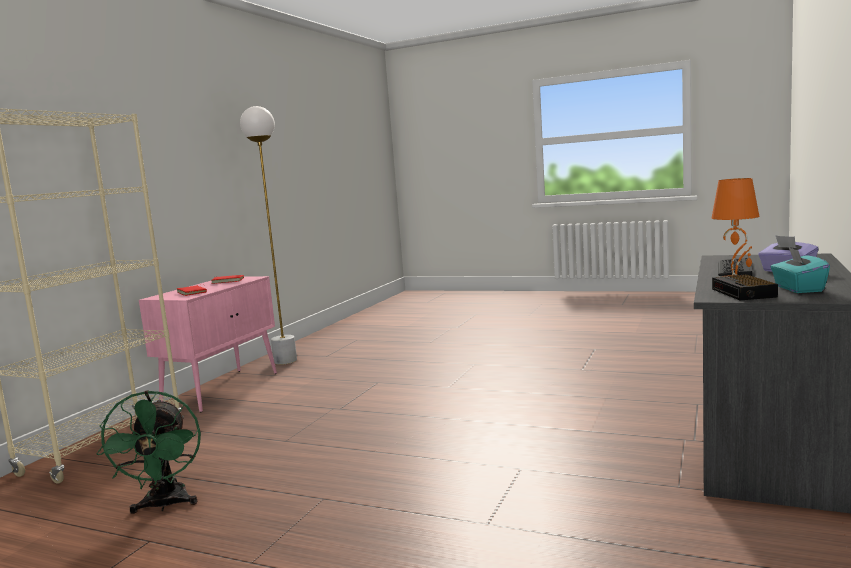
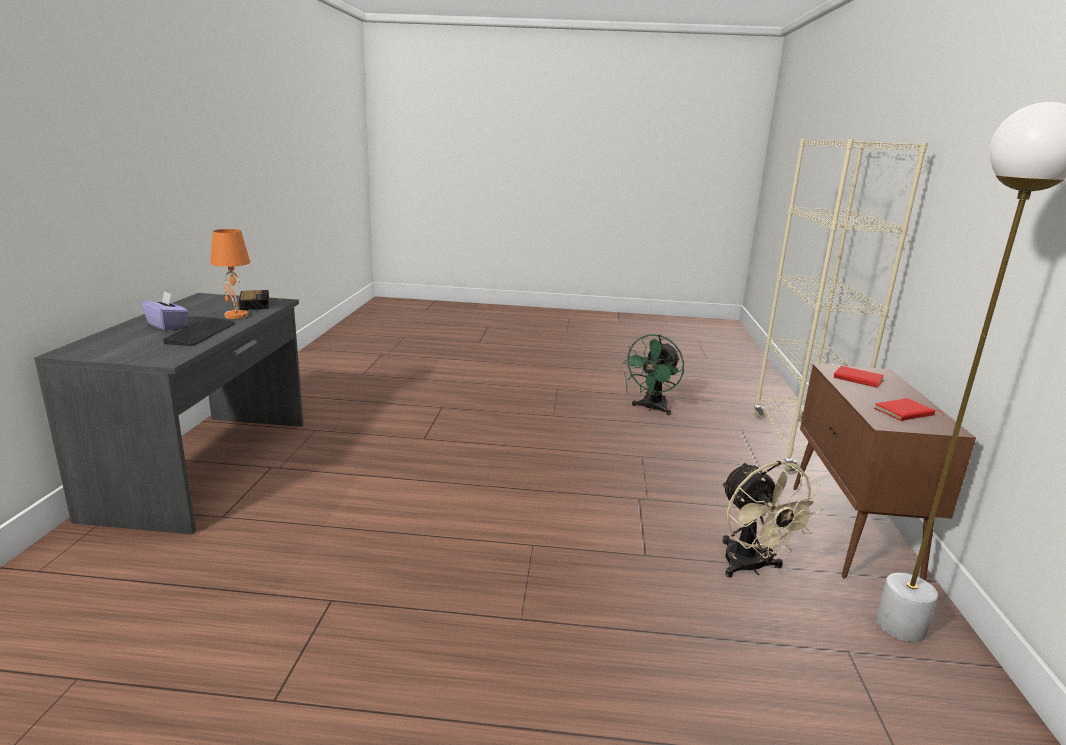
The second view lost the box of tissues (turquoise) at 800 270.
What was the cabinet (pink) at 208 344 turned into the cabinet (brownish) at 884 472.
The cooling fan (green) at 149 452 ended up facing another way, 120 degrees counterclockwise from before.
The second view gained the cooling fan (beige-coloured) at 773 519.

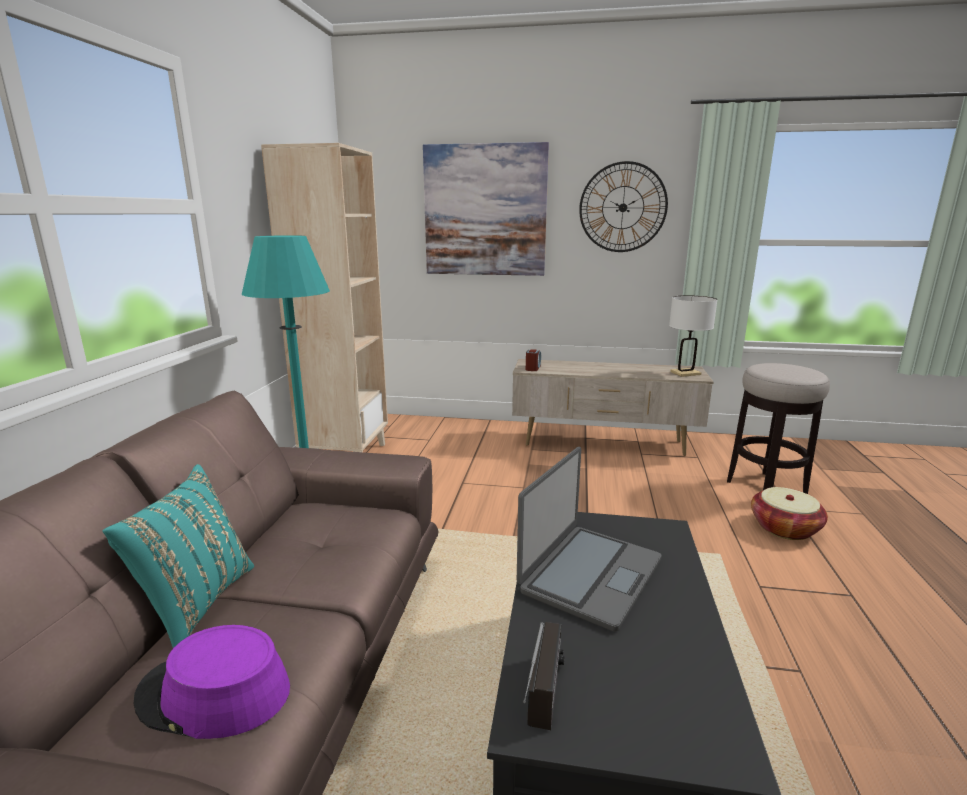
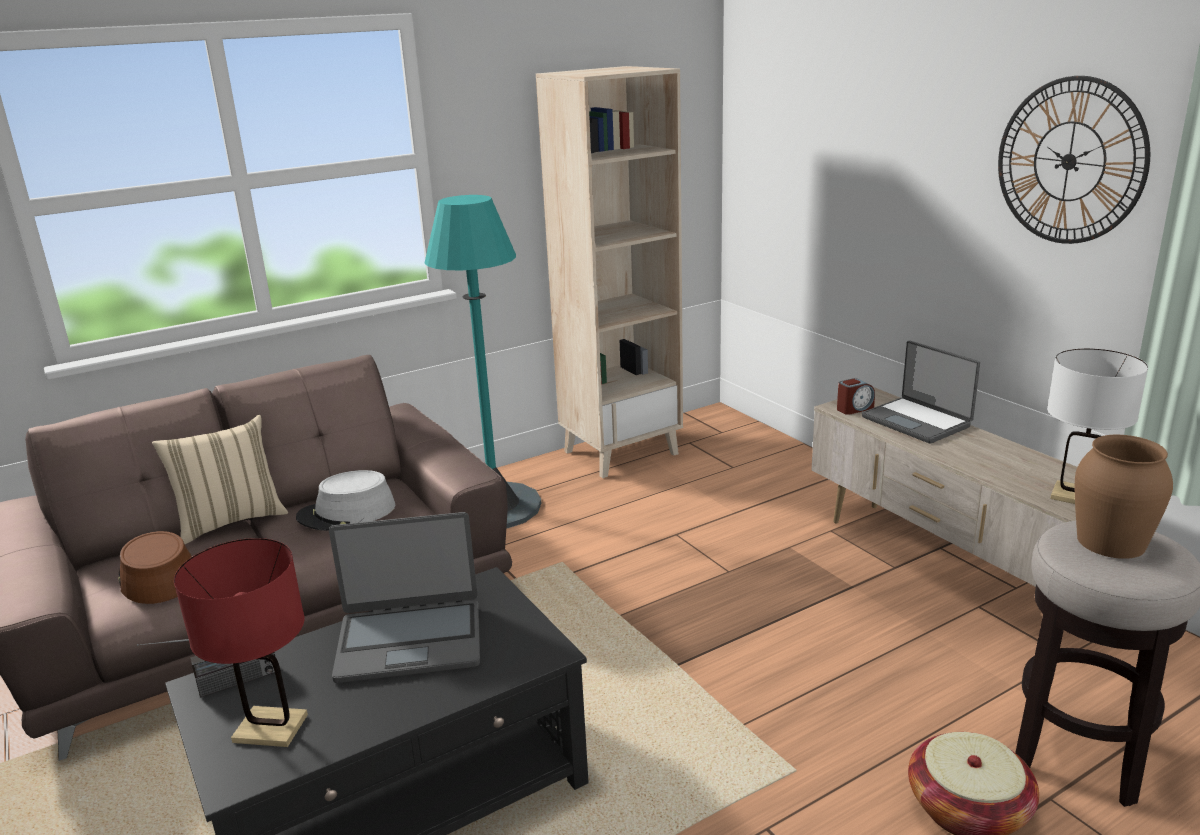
The second view lost the wall art at 486 209.
What was the throw pillow (turquoise) at 178 556 turned into the throw pillow (beige-coloured) at 220 479.
What was the hat (purple) at 212 682 turned into the hat (brownish) at 155 567.
The second view gained the notebook computer at 921 392.
The second view gained the flower vase (brownish) at 1124 497.
The second view gained the hat (greyish) at 345 500.
The second view gained the tabletop lamp (reddish) at 241 642.

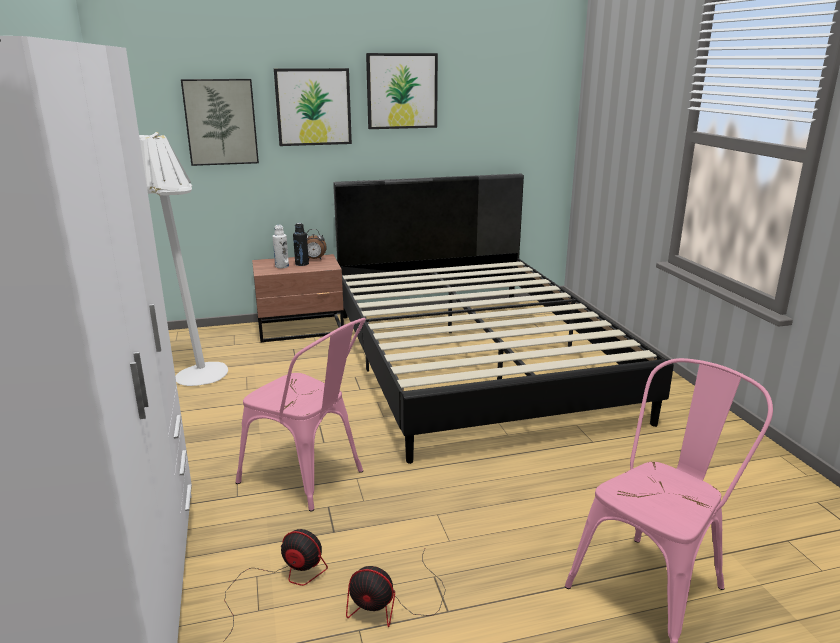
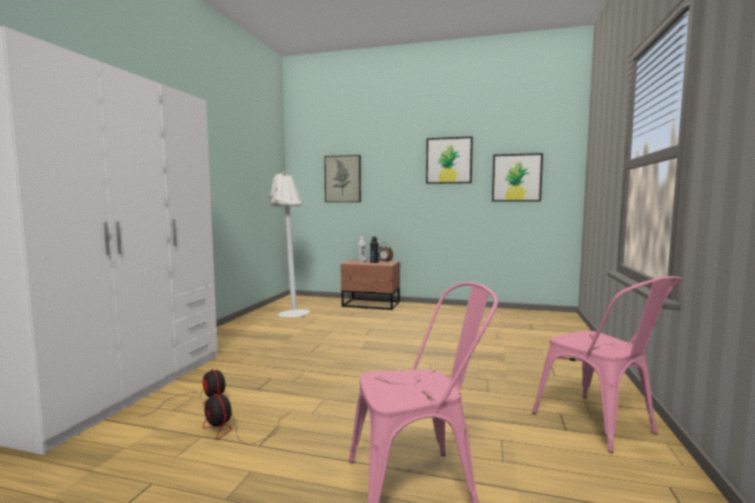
The wall art ended up elsewhere, having gone from 313 107 to 517 177.
The second view lost the sleeping bed (blackish) at 503 319.
The plain chair (pink) ended up elsewhere, having gone from 301 415 to 606 364.

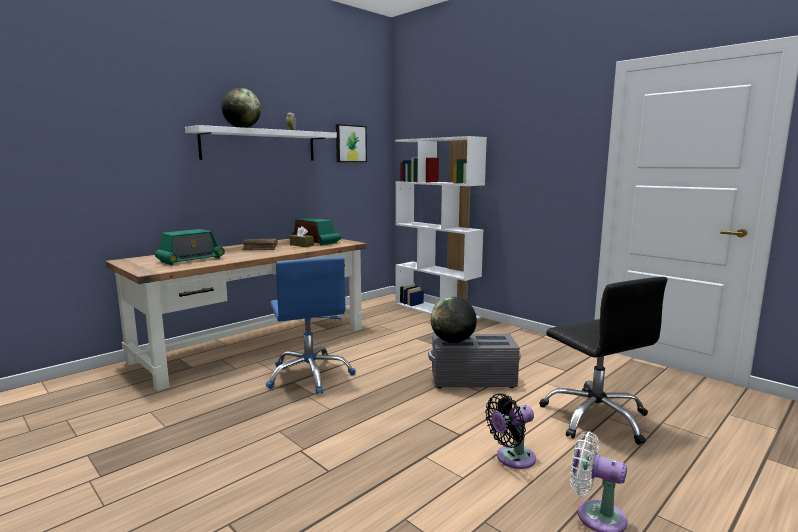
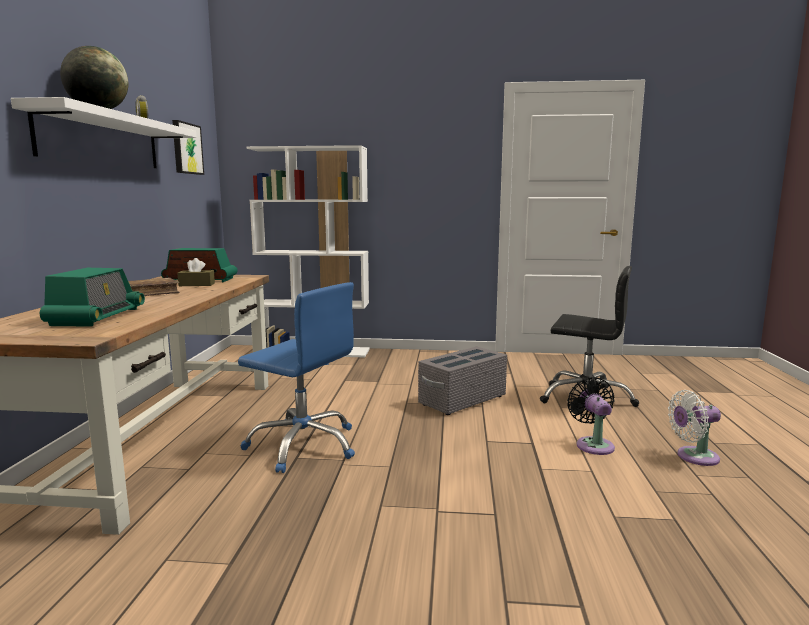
The second view lost the desk globe at 453 320.
The cooling fan (blackish) at 510 431 ended up facing another way, 150 degrees clockwise from before.

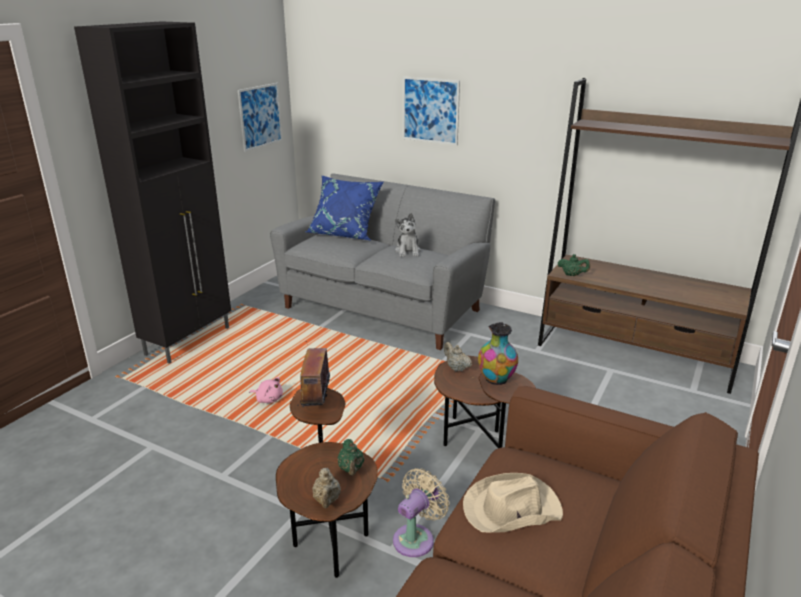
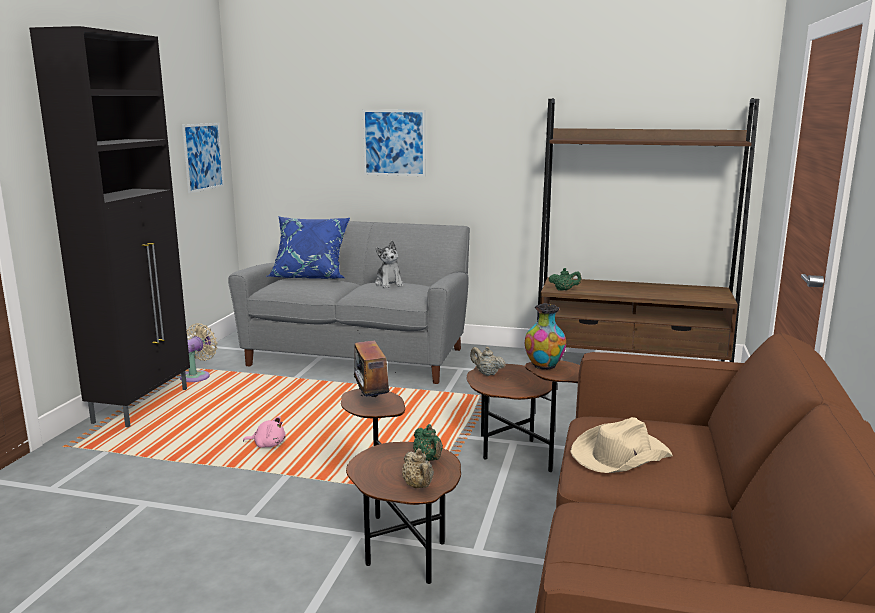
The cooling fan (beige-coloured) ended up elsewhere, having gone from 421 512 to 199 352.

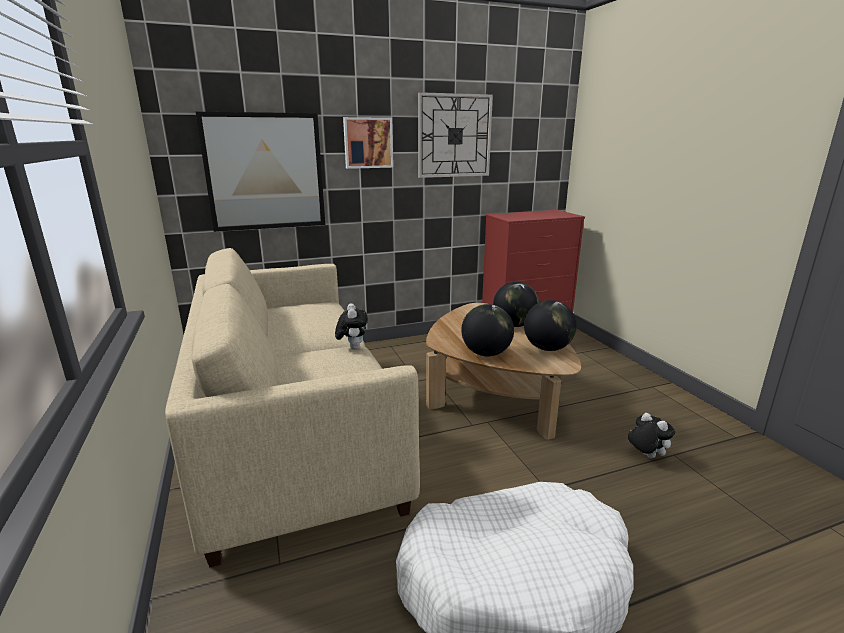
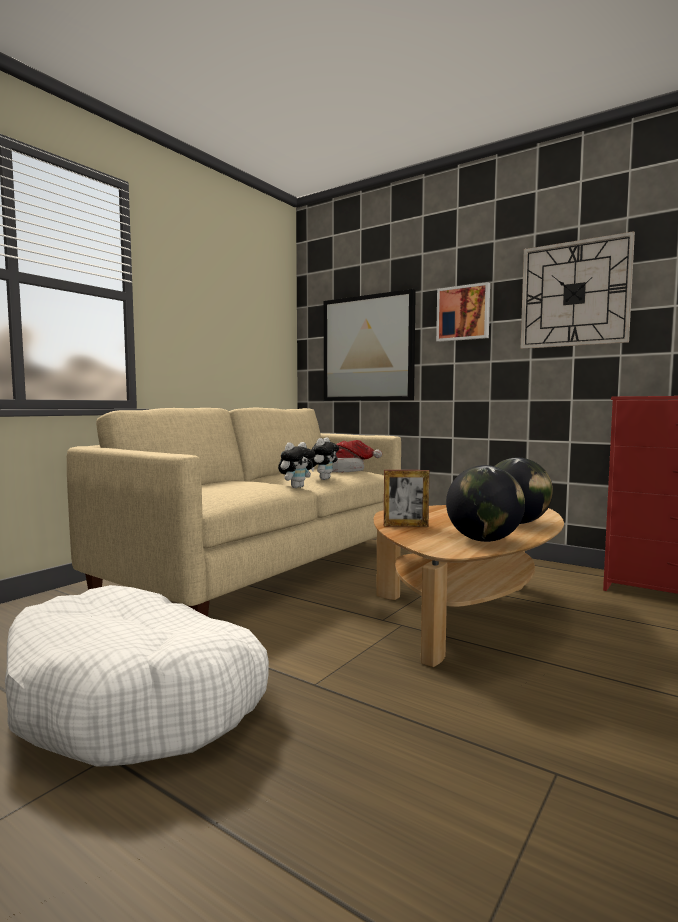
Where the desk globe stood at 487 330, the picture frame came to stand at 406 498.
The plush toy ended up elsewhere, having gone from 651 435 to 325 458.
The second view gained the hat at 357 456.

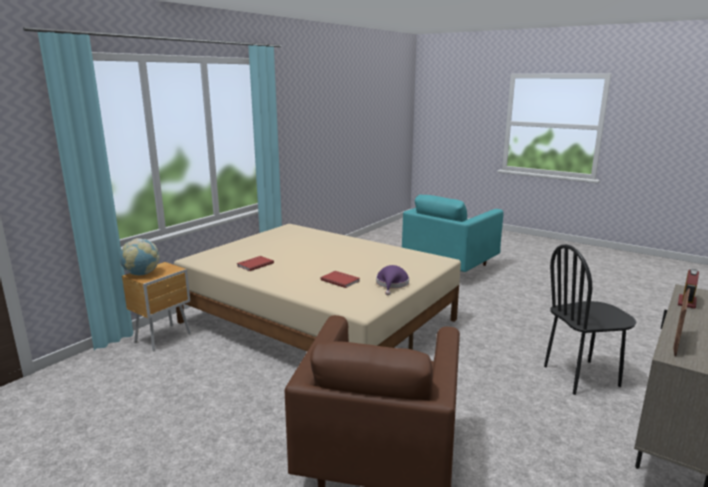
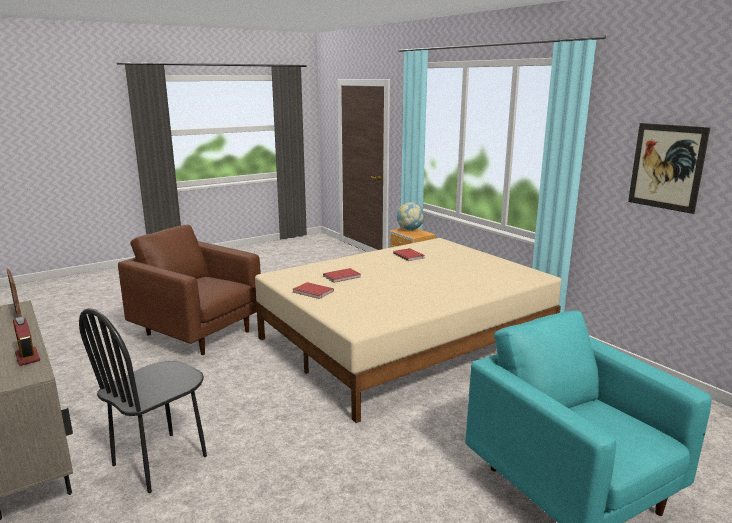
The plain chair (blackish) at 590 319 ended up facing another way, 150 degrees counterclockwise from before.
Where the hat (purple) stood at 392 280, the volume (reddish) came to stand at 313 290.
The second view gained the wall art at 669 168.

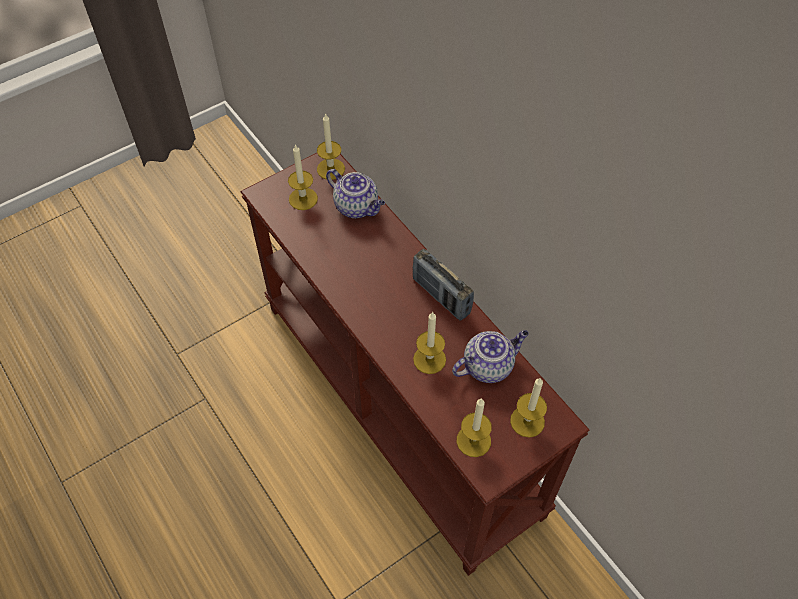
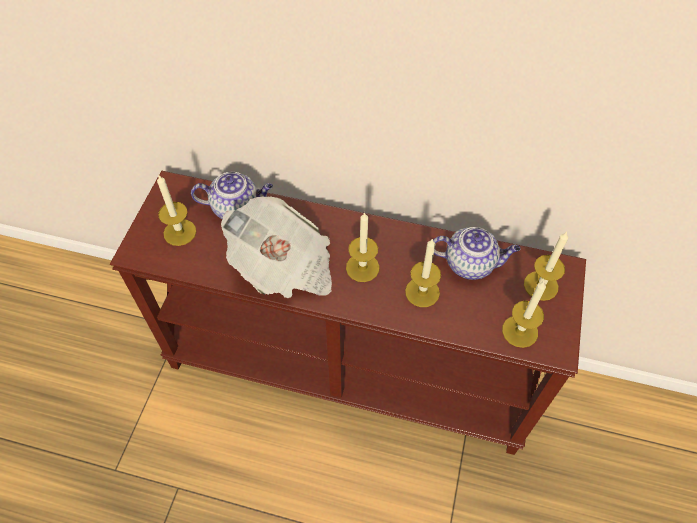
The candle ended up elsewhere, having gone from 331 146 to 362 247.
The second view lost the radio at 443 285.
The pot for tea at 490 356 ended up facing another way, 75 degrees clockwise from before.
The second view gained the printed paper at 276 247.

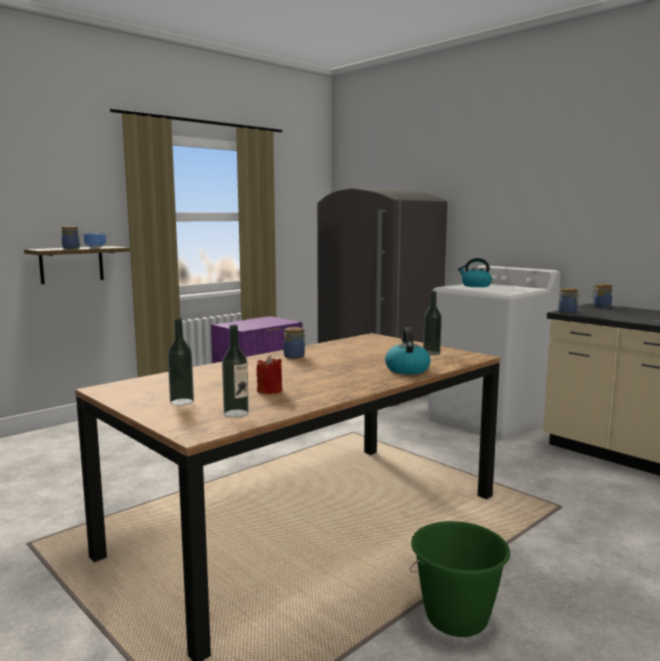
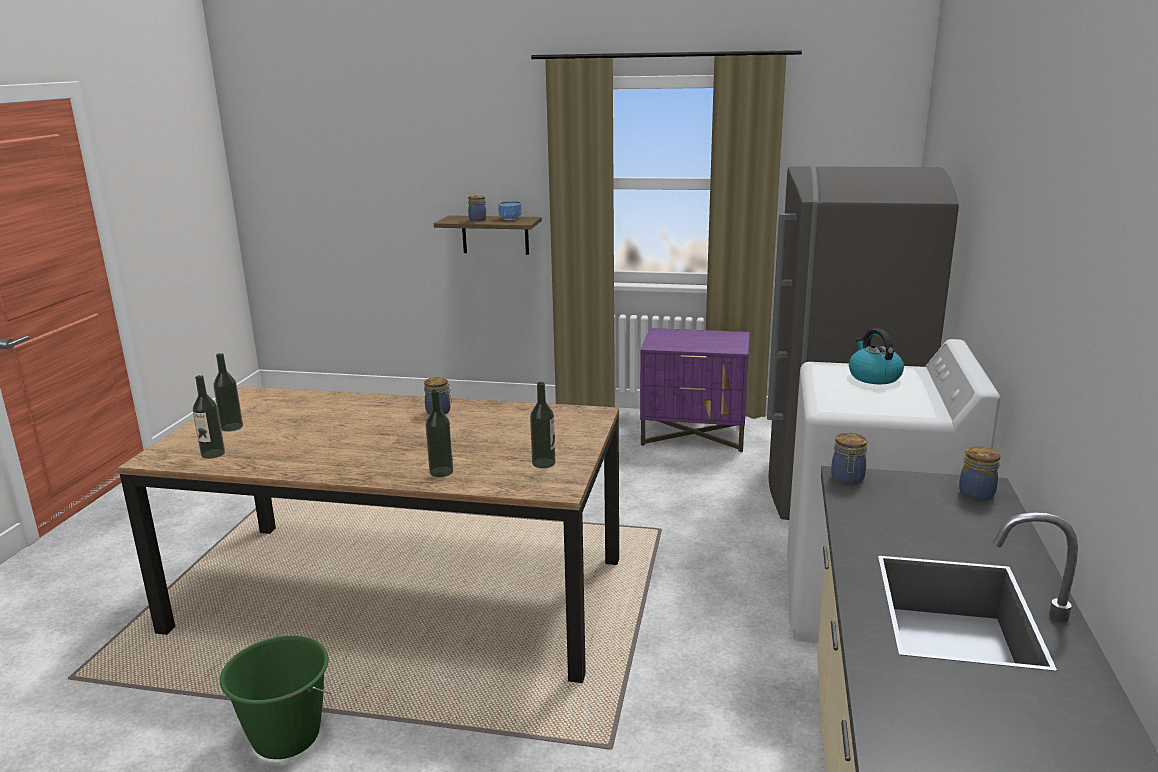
Where the tea kettle stood at 407 350, the beverage bottle came to stand at 439 433.
The second view lost the candle (reddish) at 269 374.

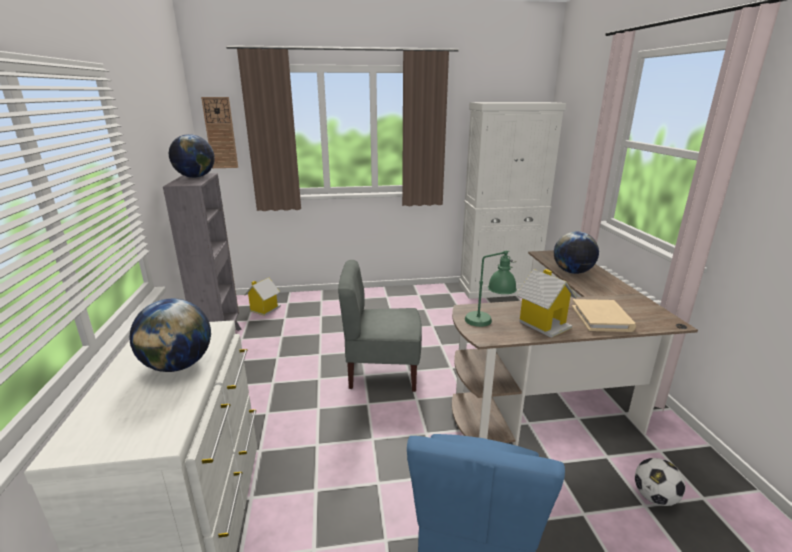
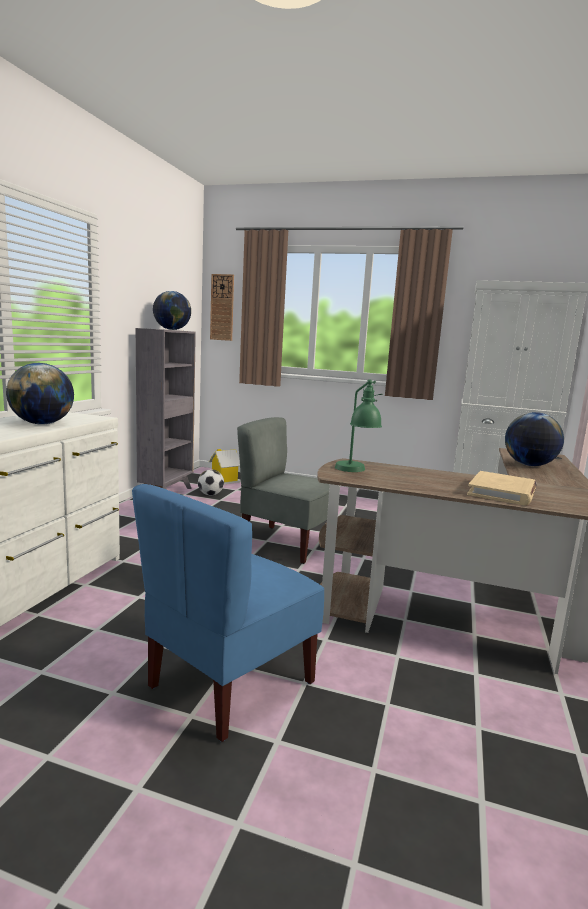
The second view lost the miniature house at 546 303.
The football ended up elsewhere, having gone from 660 482 to 211 482.

